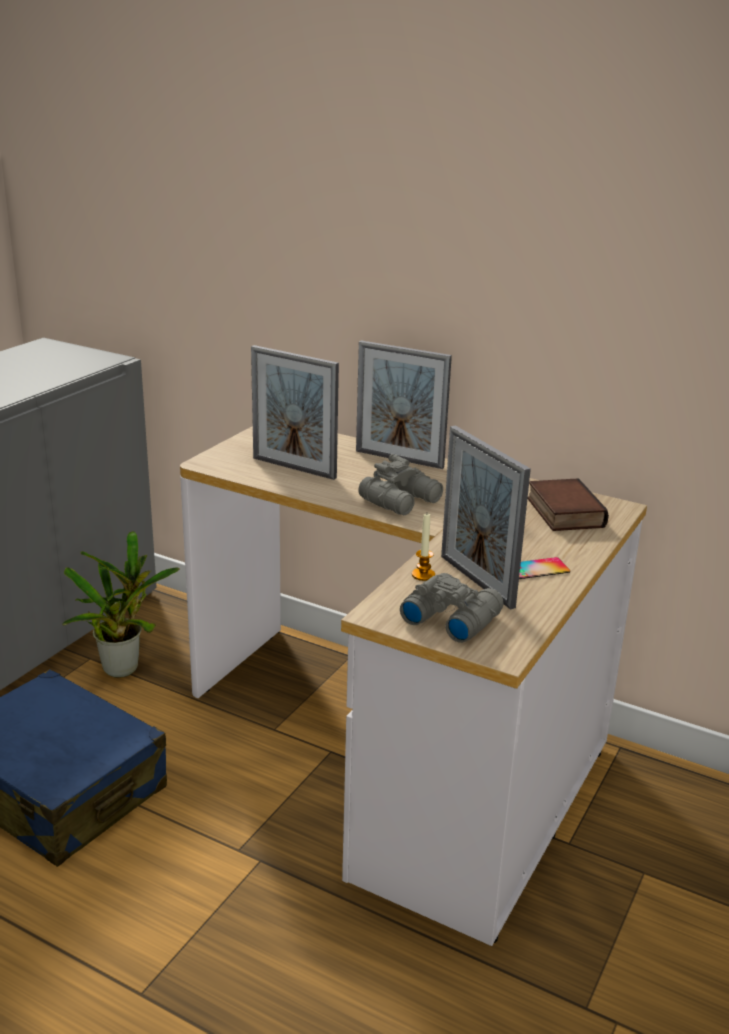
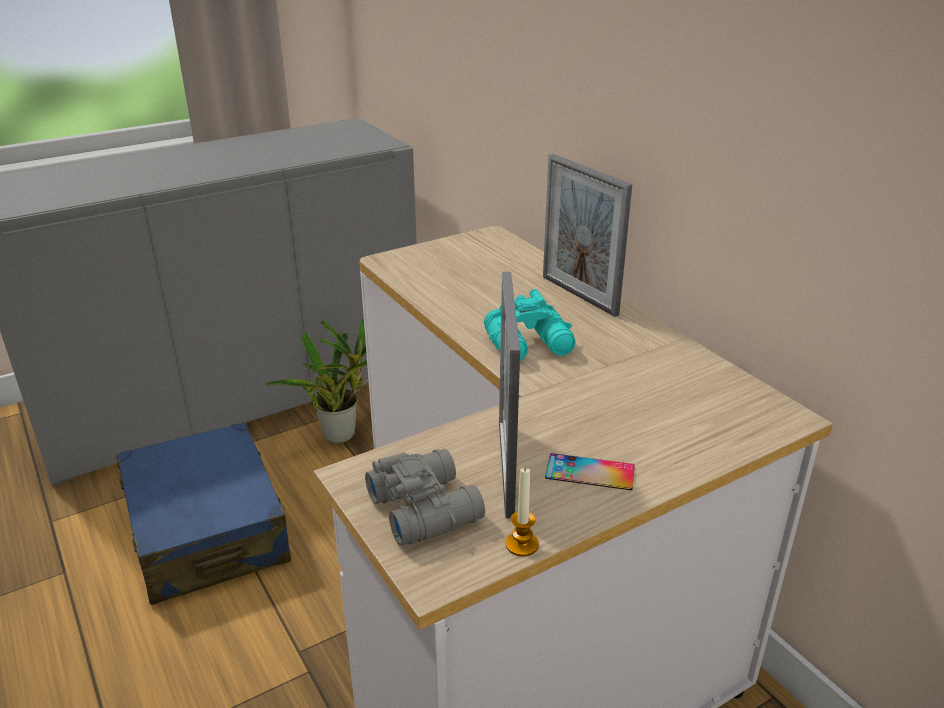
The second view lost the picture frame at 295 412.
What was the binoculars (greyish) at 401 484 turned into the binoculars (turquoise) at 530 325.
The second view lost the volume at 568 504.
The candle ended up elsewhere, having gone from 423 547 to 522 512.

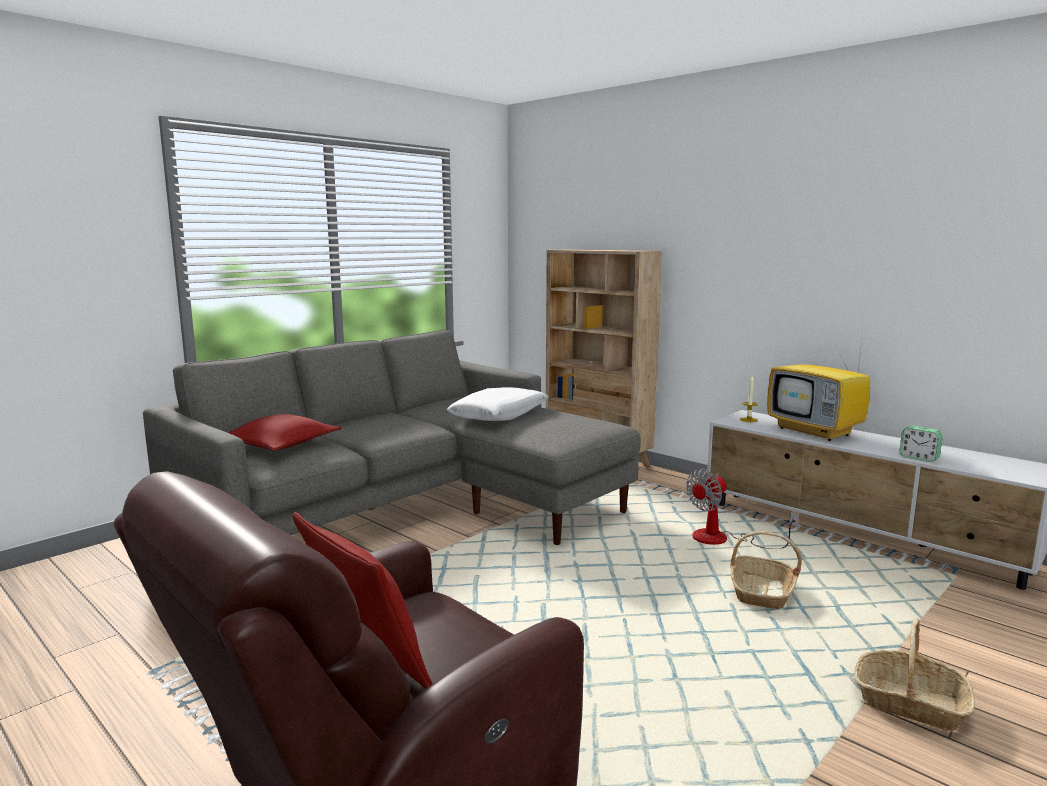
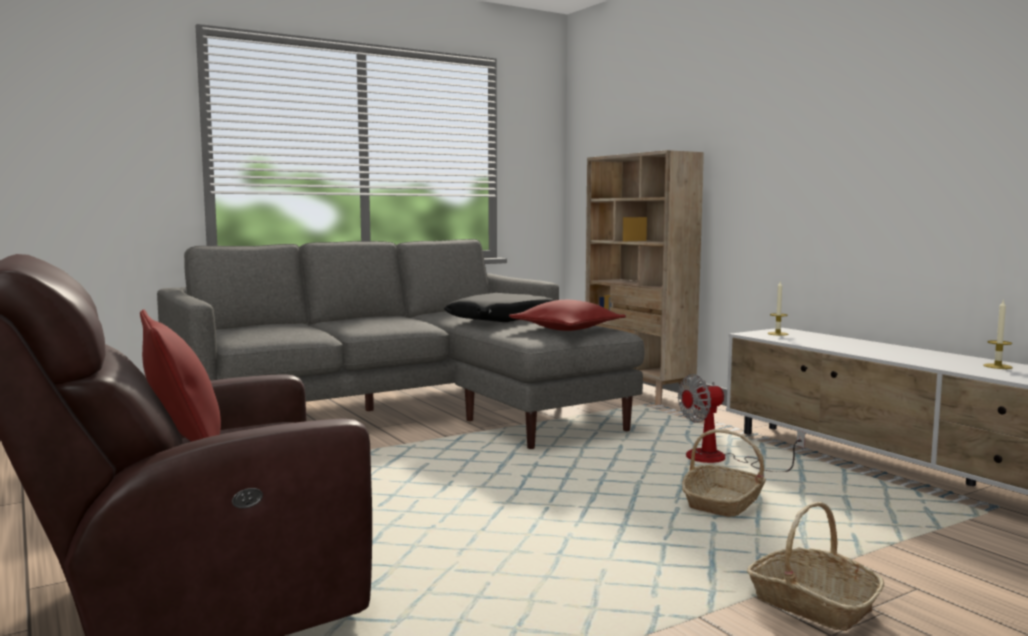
The second view lost the TV at 818 386.
What was the throw pillow (white-coloured) at 498 404 turned into the throw pillow (blackish) at 500 307.
The throw pillow (reddish) ended up elsewhere, having gone from 284 432 to 567 315.
The second view lost the alarm clock at 921 444.
The second view gained the candle at 997 334.

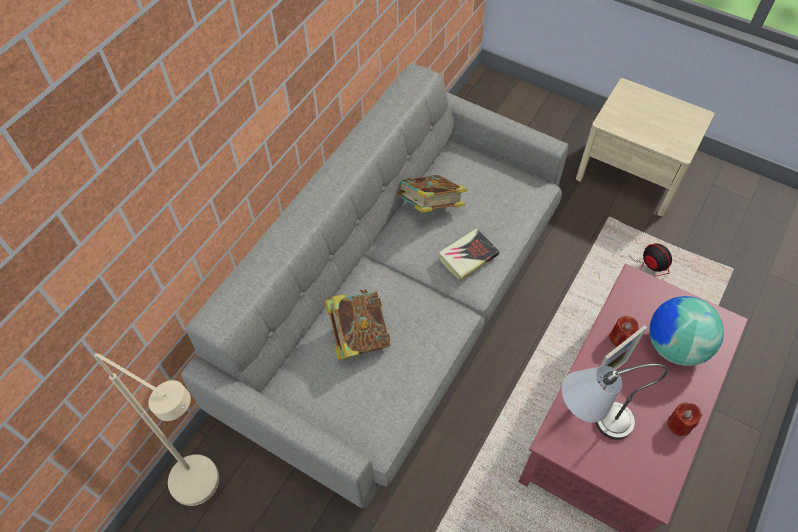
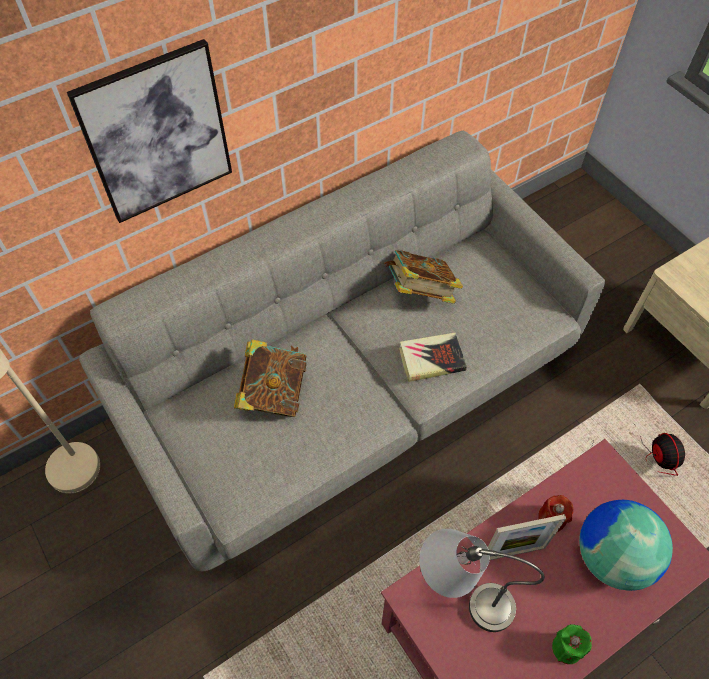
What was the candle (reddish) at 684 419 turned into the candle (green) at 572 644.
The second view gained the wall art at 149 131.

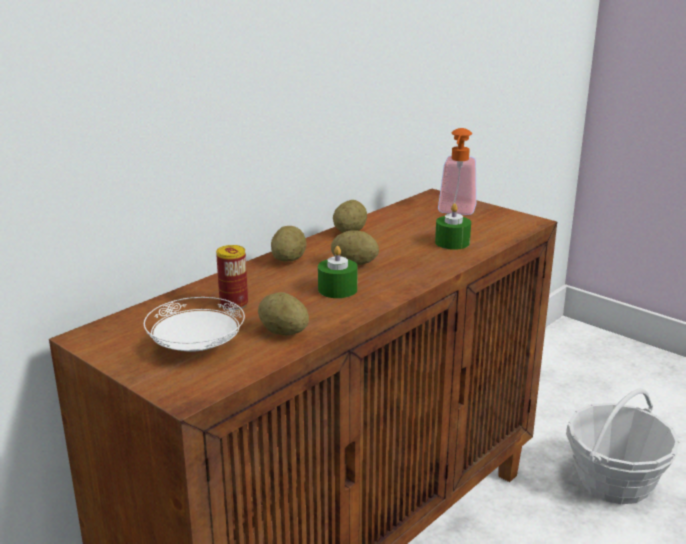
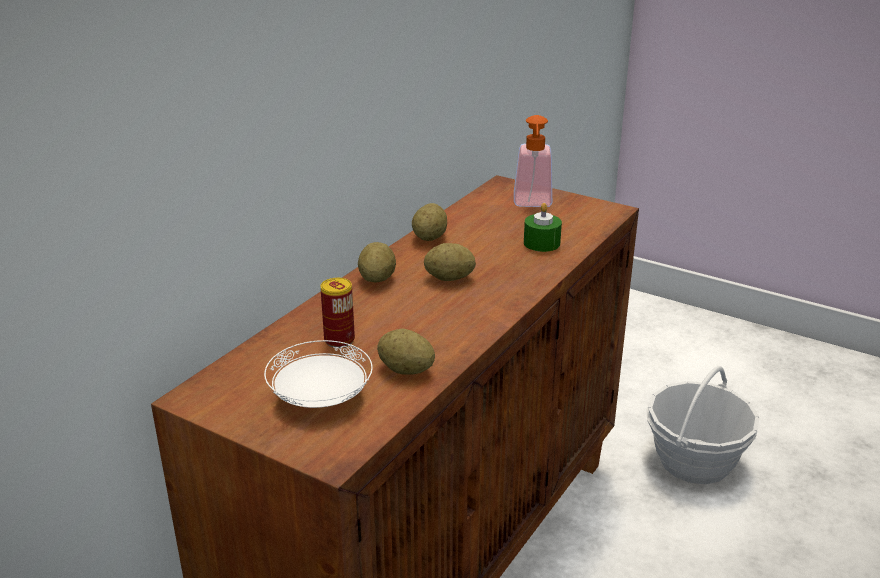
The second view lost the candle (green) at 338 272.

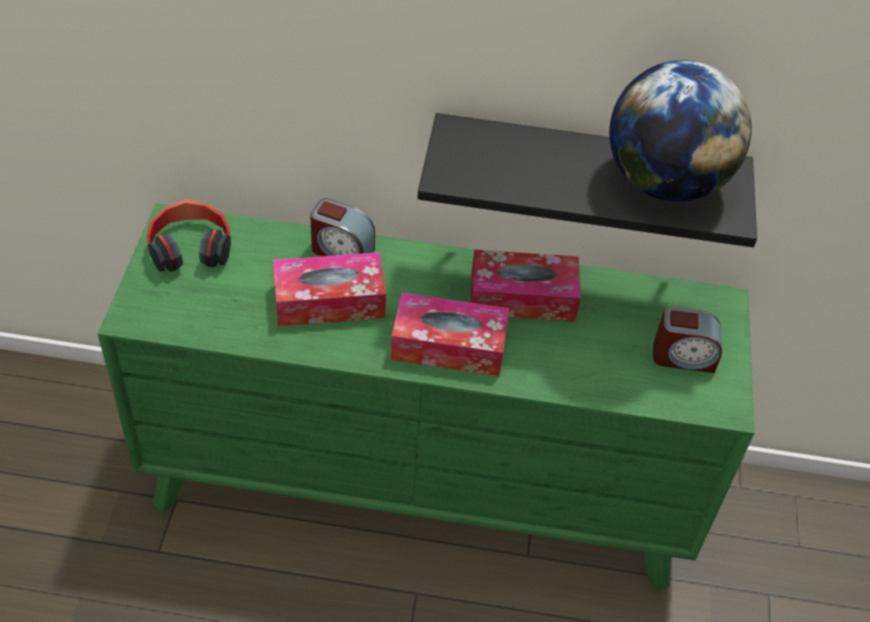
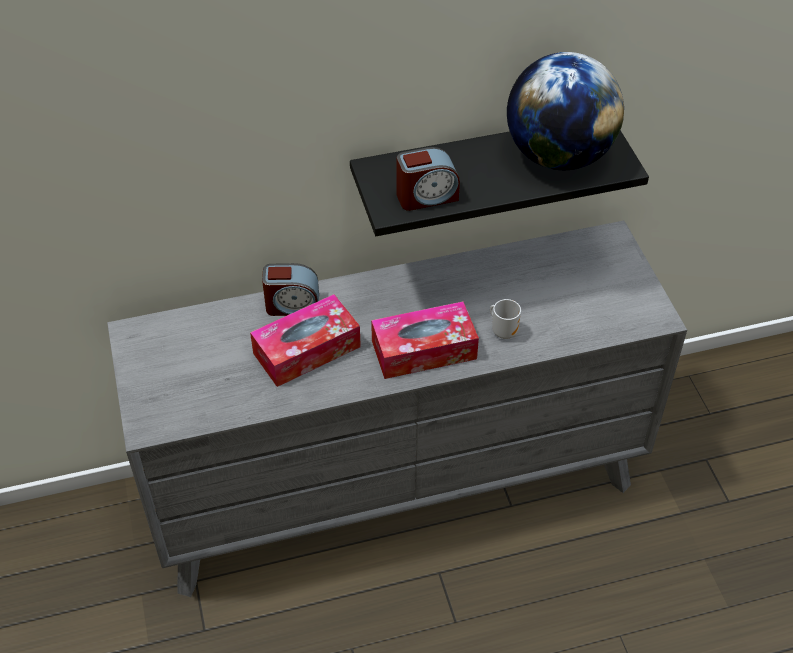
The second view lost the headset at 189 235.
What was the chest of drawers (green) at 426 397 turned into the chest of drawers (greyish) at 397 409.
The second view lost the box of tissues at 526 285.
The alarm clock ended up elsewhere, having gone from 687 339 to 428 179.
The second view gained the coffee mug at 505 319.

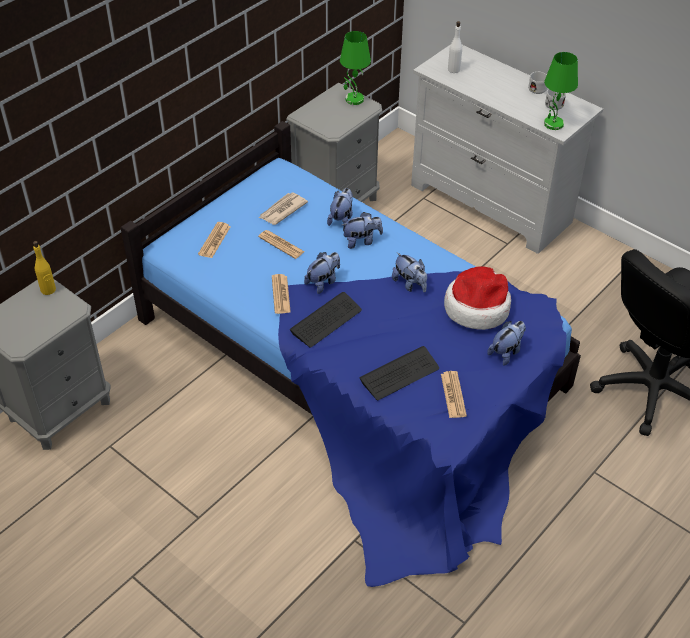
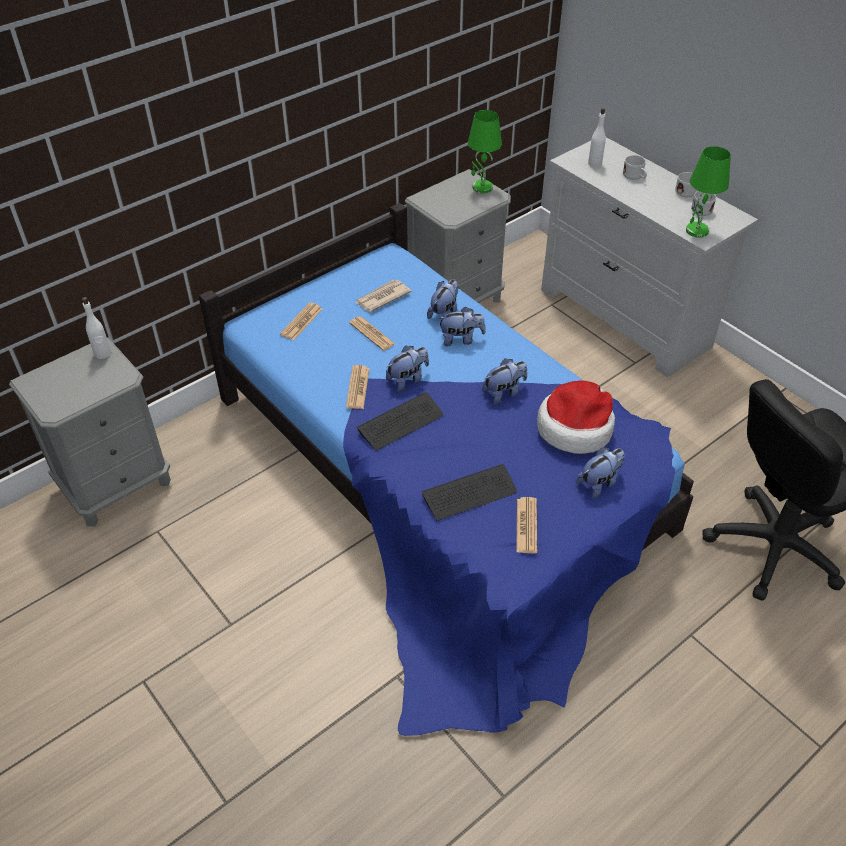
What was the beverage bottle (yellowish) at 44 268 turned into the beverage bottle (white-coloured) at 96 328.
The plush toy at 409 272 ended up facing another way, 90 degrees counterclockwise from before.
The second view gained the coffee mug (white-coloured) at 635 167.

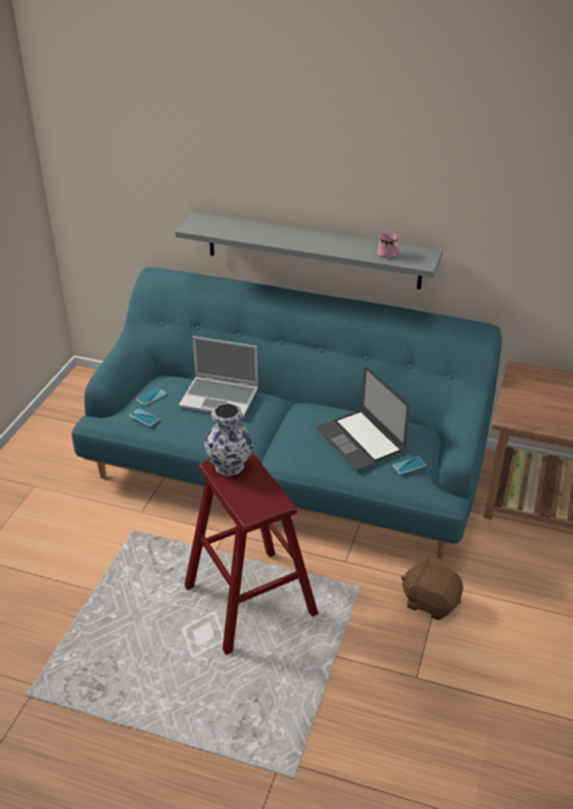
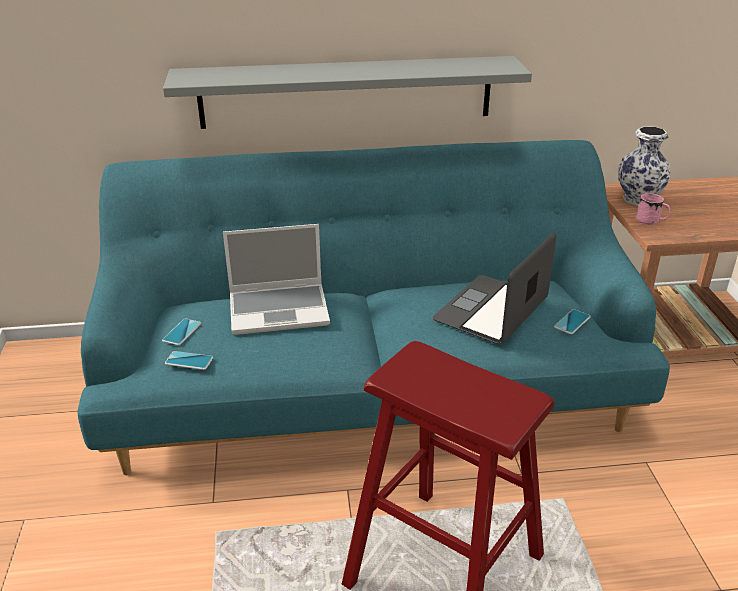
The coffee mug (pink) ended up elsewhere, having gone from 388 245 to 653 209.
The notebook computer at 363 418 ended up facing another way, 90 degrees clockwise from before.
The flower vase ended up elsewhere, having gone from 228 439 to 644 166.
The second view lost the plush toy (brownish) at 432 588.

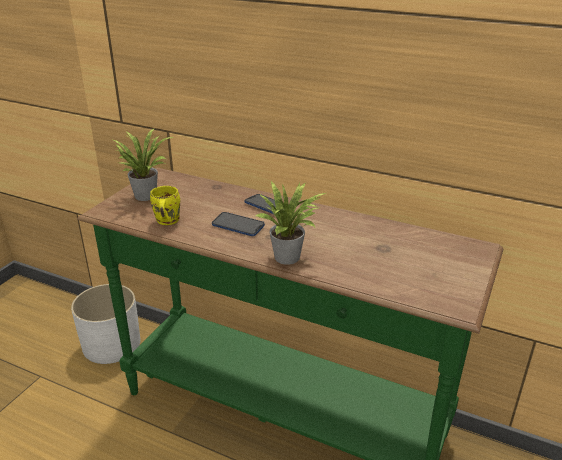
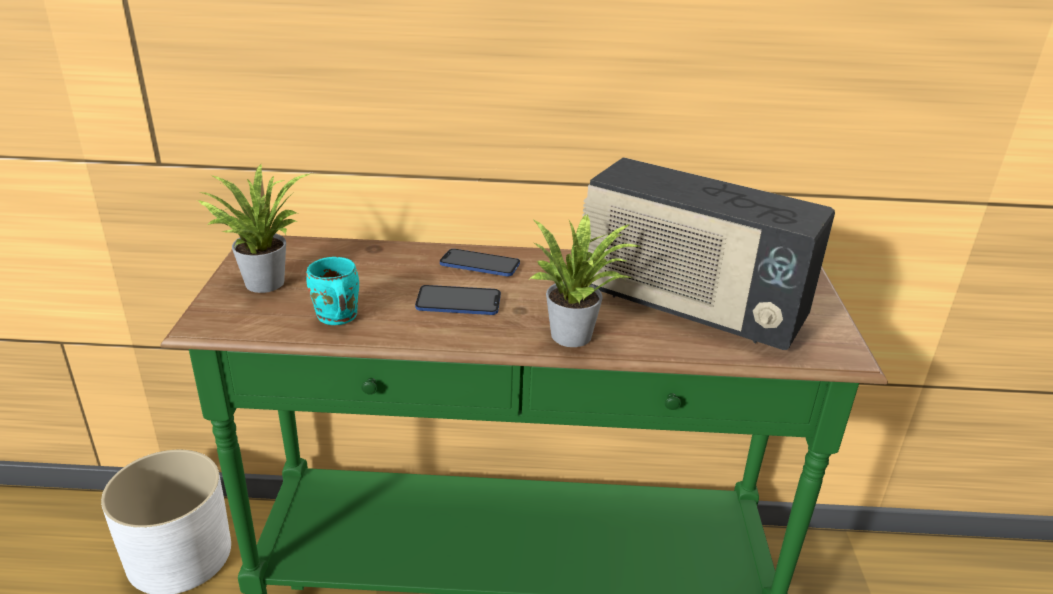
What was the coffee mug (yellowish) at 165 205 turned into the coffee mug (turquoise) at 332 291.
The second view gained the radio at 709 253.

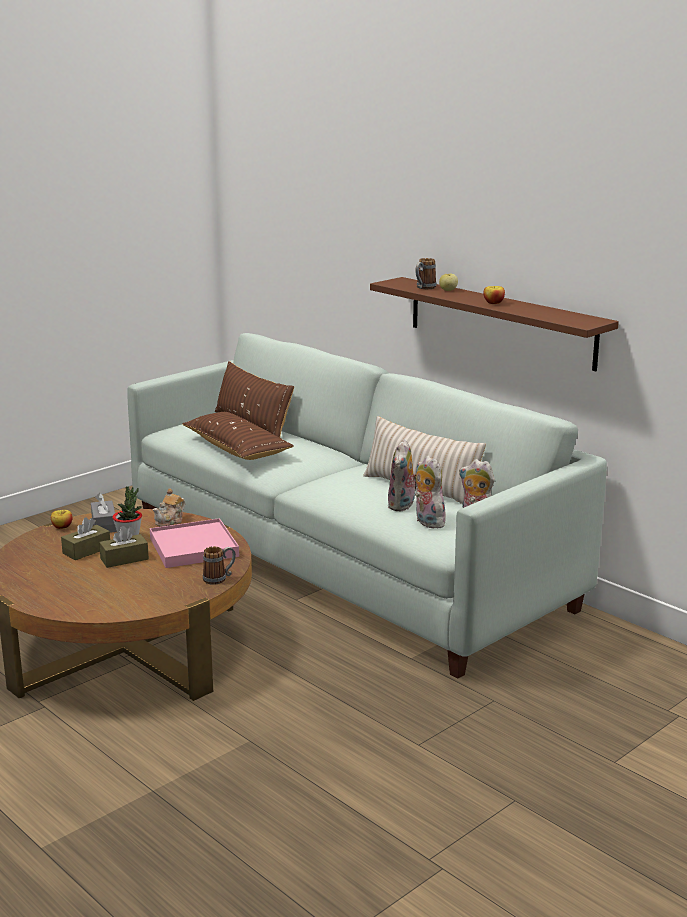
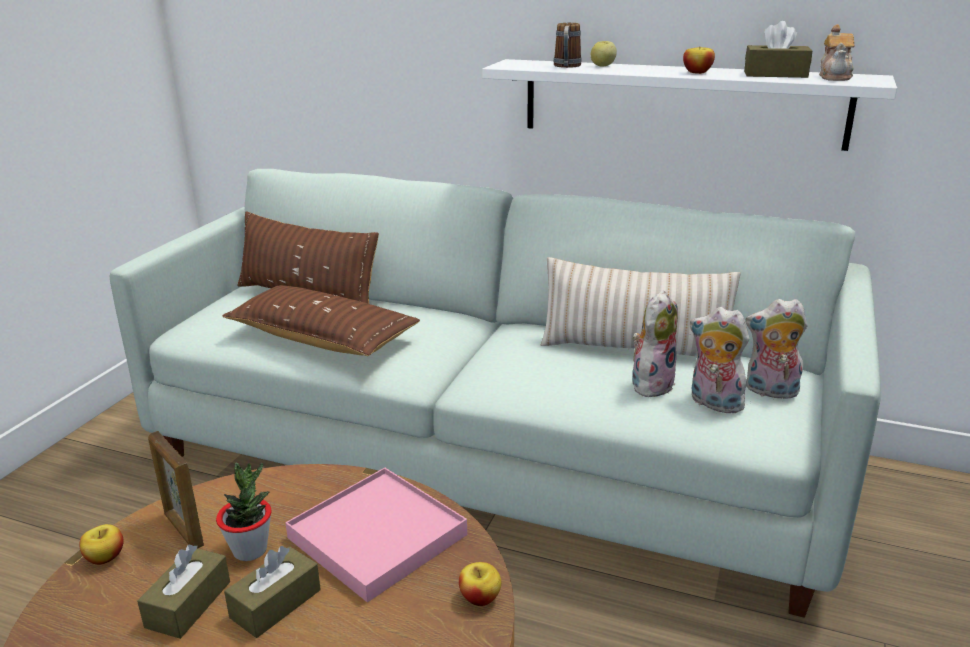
What was the shelf (brownish) at 494 324 turned into the shelf (white-coloured) at 689 105.
The plush toy at 402 475 ended up facing another way, 135 degrees counterclockwise from before.
The pot for tea ended up elsewhere, having gone from 169 507 to 837 52.
Where the box of tissues (greyish) stood at 104 513, the picture frame came to stand at 176 489.
Where the coffee mug stood at 219 565, the whole apple came to stand at 480 584.
The second view gained the box of tissues (brownish) at 778 49.

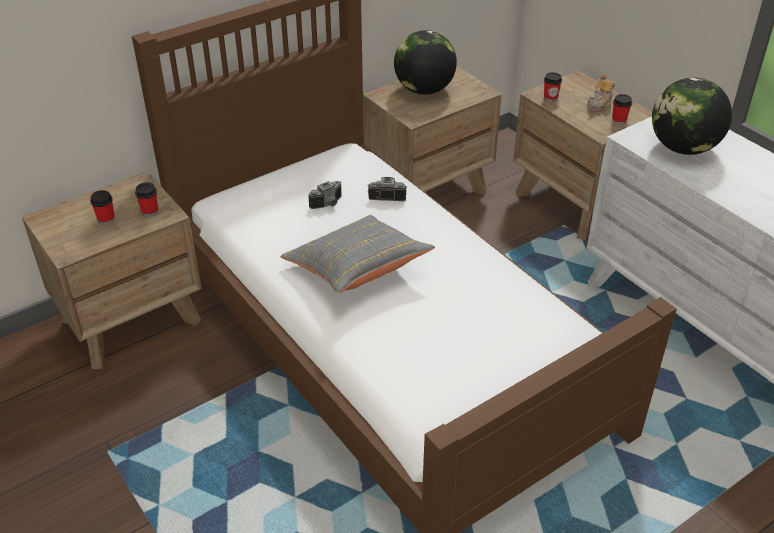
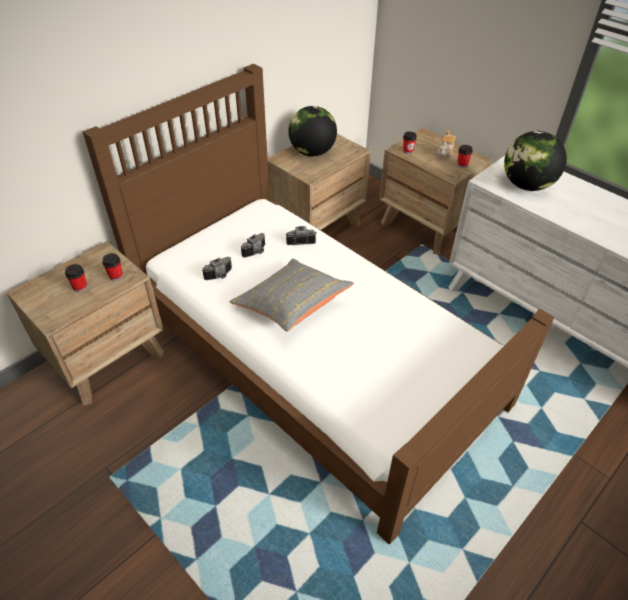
The second view gained the still camera at 217 268.

